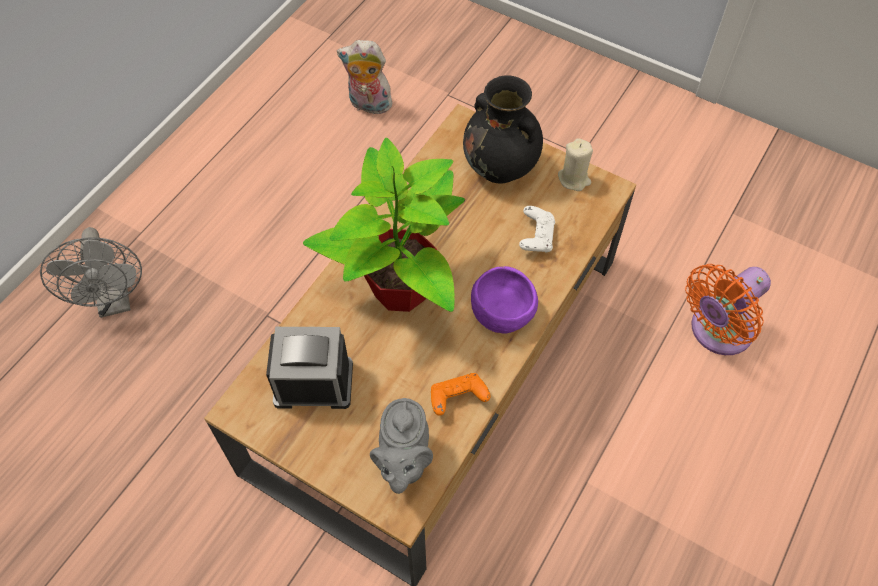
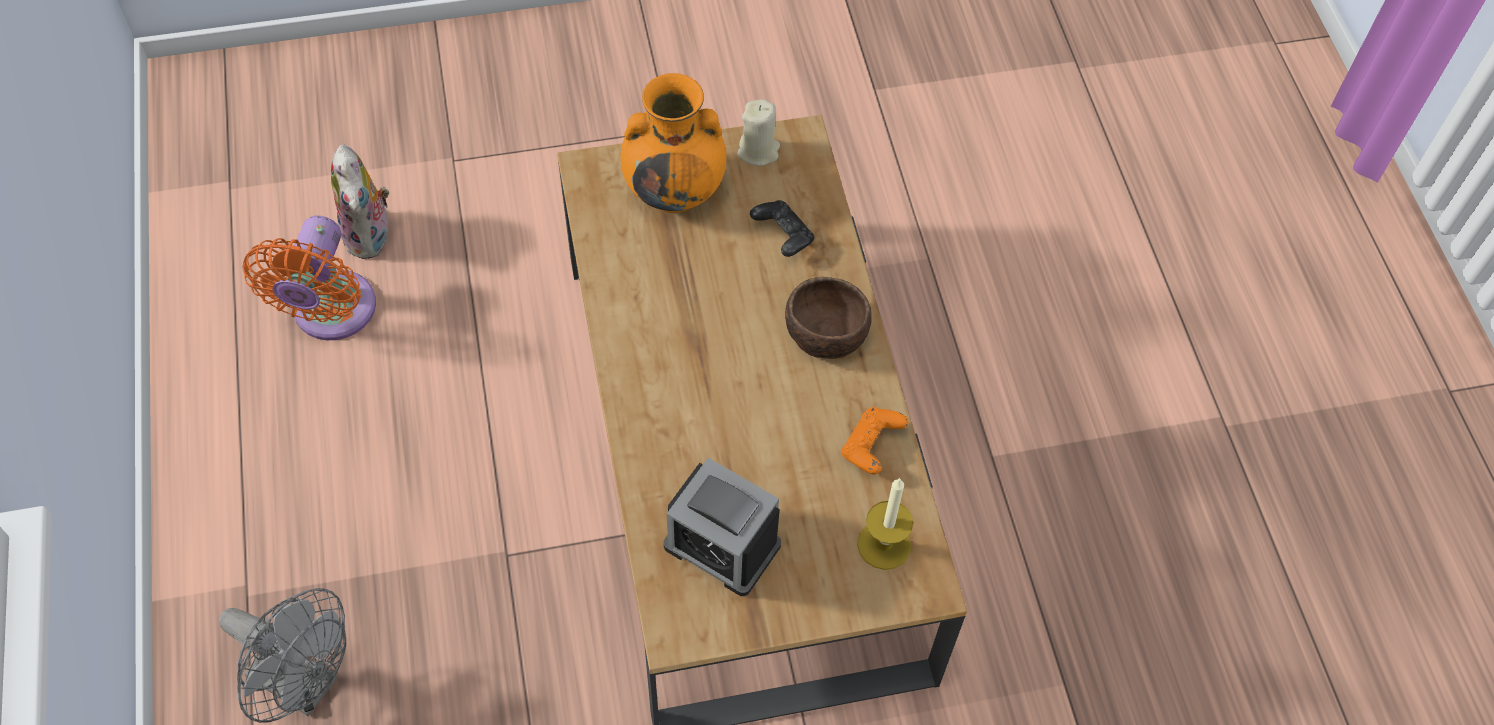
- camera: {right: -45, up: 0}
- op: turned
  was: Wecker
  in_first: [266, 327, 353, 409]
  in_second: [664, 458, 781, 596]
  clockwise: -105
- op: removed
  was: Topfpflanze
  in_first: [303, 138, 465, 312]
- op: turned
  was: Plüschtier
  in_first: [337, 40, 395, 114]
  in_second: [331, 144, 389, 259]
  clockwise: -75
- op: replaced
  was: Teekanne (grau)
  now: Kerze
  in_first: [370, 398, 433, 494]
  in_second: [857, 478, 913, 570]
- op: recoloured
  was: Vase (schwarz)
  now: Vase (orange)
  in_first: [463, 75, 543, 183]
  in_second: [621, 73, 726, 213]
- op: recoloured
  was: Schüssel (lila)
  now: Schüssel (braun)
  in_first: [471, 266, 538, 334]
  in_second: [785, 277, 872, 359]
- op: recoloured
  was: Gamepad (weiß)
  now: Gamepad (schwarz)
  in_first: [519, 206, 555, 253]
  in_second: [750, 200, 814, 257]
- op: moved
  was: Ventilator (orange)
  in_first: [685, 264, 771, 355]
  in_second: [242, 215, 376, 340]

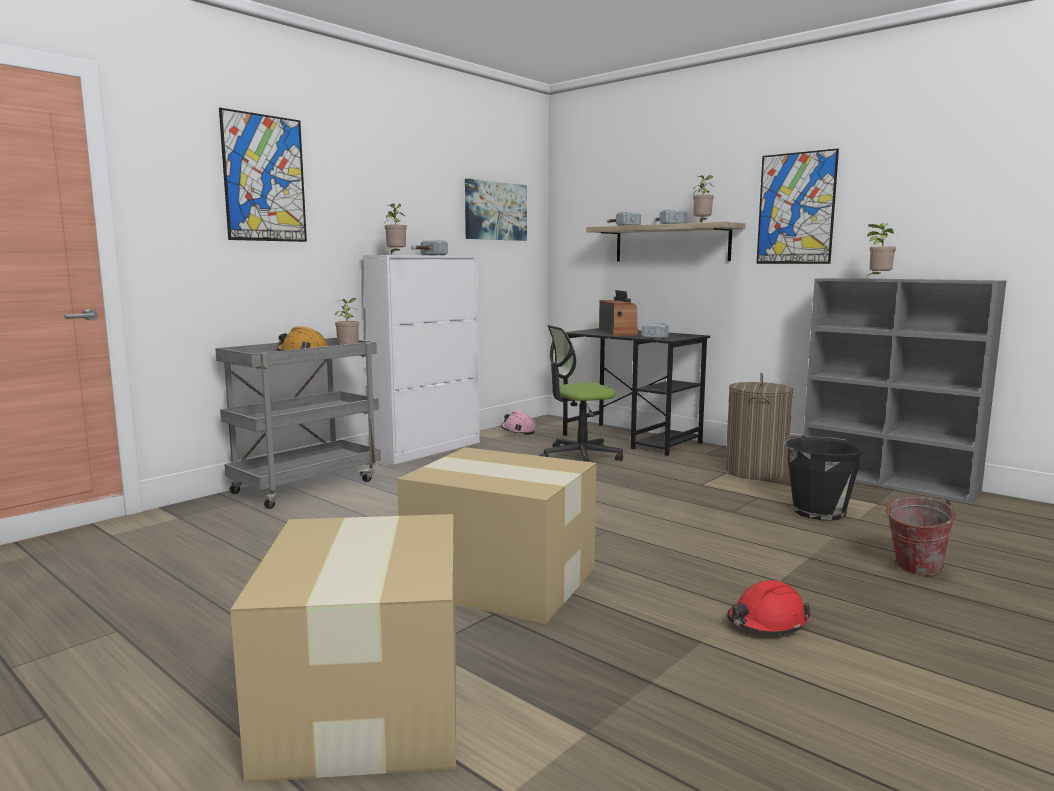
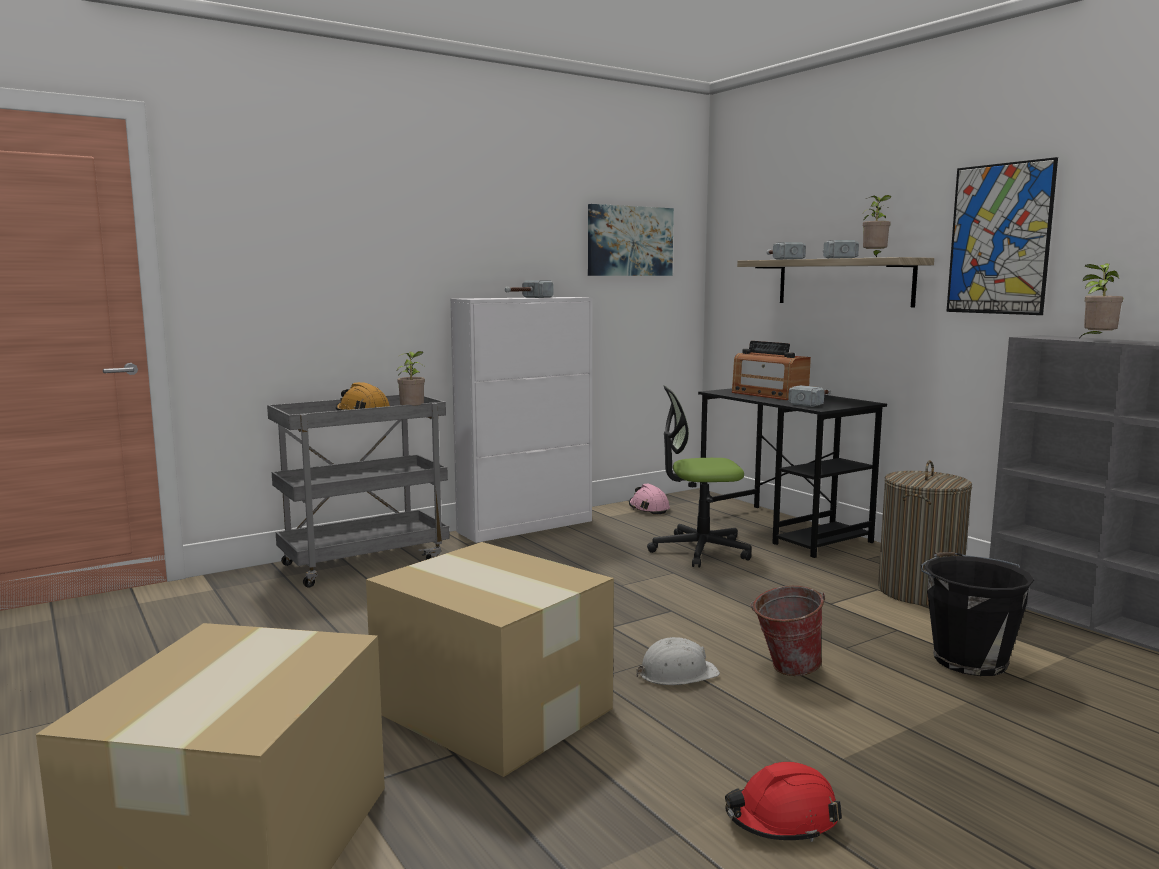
- camera: {right: 15, up: 0}
- op: removed
  was: Bild
  in_first: [219, 108, 307, 242]
- op: removed
  was: Topfpflanze
  in_first: [385, 204, 407, 254]
- op: turned
  was: Radio
  in_first: [599, 290, 639, 336]
  in_second: [732, 341, 811, 400]
  clockwise: 135
- op: moved
  was: Eimer
  in_first: [882, 496, 956, 576]
  in_second: [750, 586, 825, 676]
- op: added
  now: Schutzhelm (weiß)
  in_second: [636, 637, 720, 685]

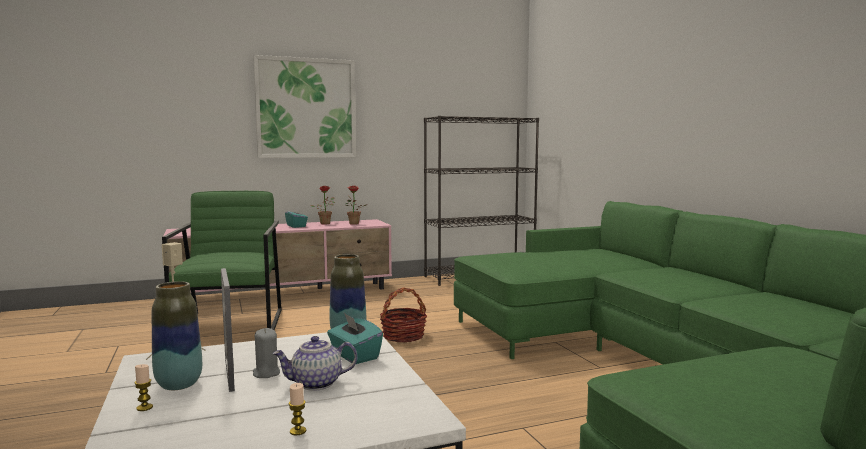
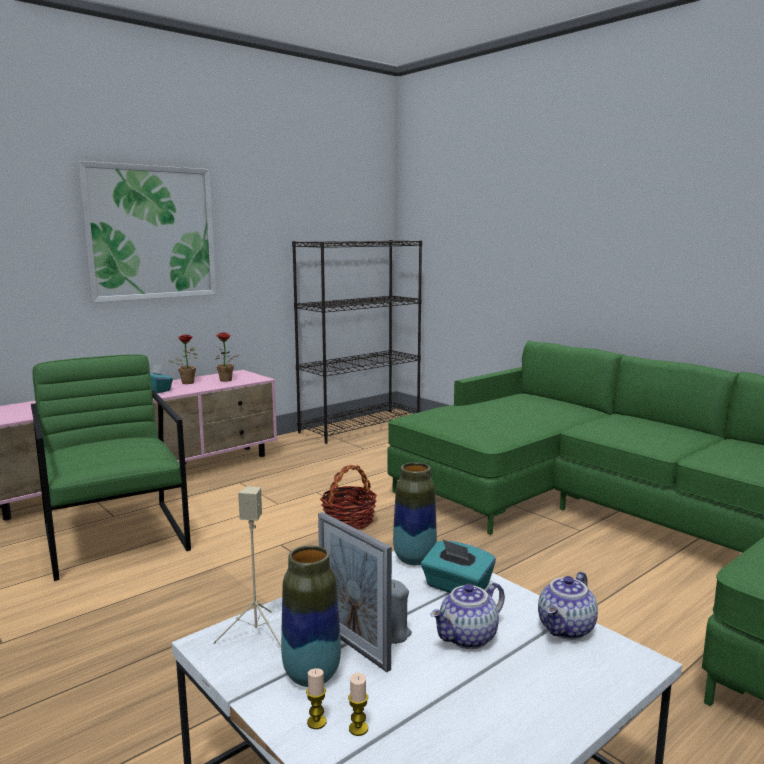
- camera: {right: -20, up: 5}
- op: moved
  was: Kerze
  in_first: [289, 383, 306, 435]
  in_second: [348, 673, 368, 736]
- op: added
  now: Teekanne
  in_second: [538, 571, 598, 640]

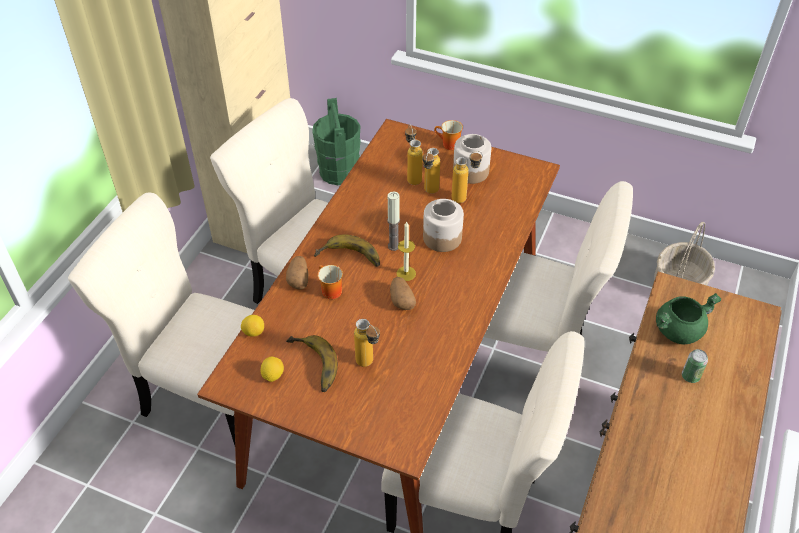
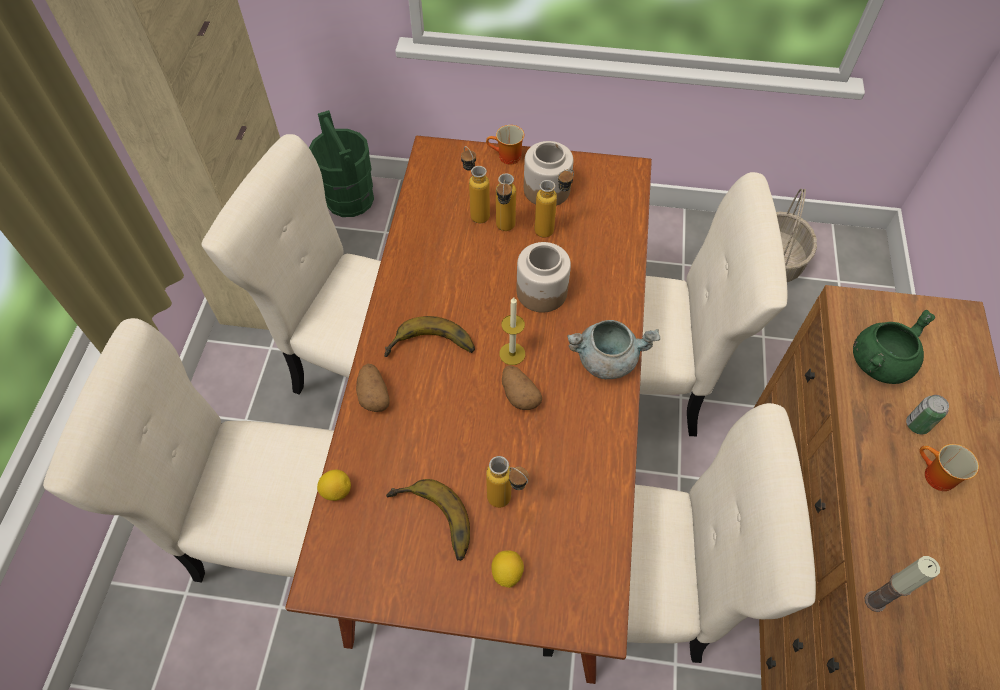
- camera: {right: -15, up: 10}
- op: moved
  was: Zitrone
  in_first: [261, 357, 284, 382]
  in_second: [491, 550, 524, 588]
- op: moved
  was: Henkelbecher
  in_first: [318, 265, 343, 299]
  in_second: [919, 444, 979, 491]
- op: moved
  was: Kerze
  in_first: [387, 191, 400, 251]
  in_second: [865, 556, 940, 612]
- op: added
  now: Kochtopf (grau)
  in_second: [567, 320, 660, 379]

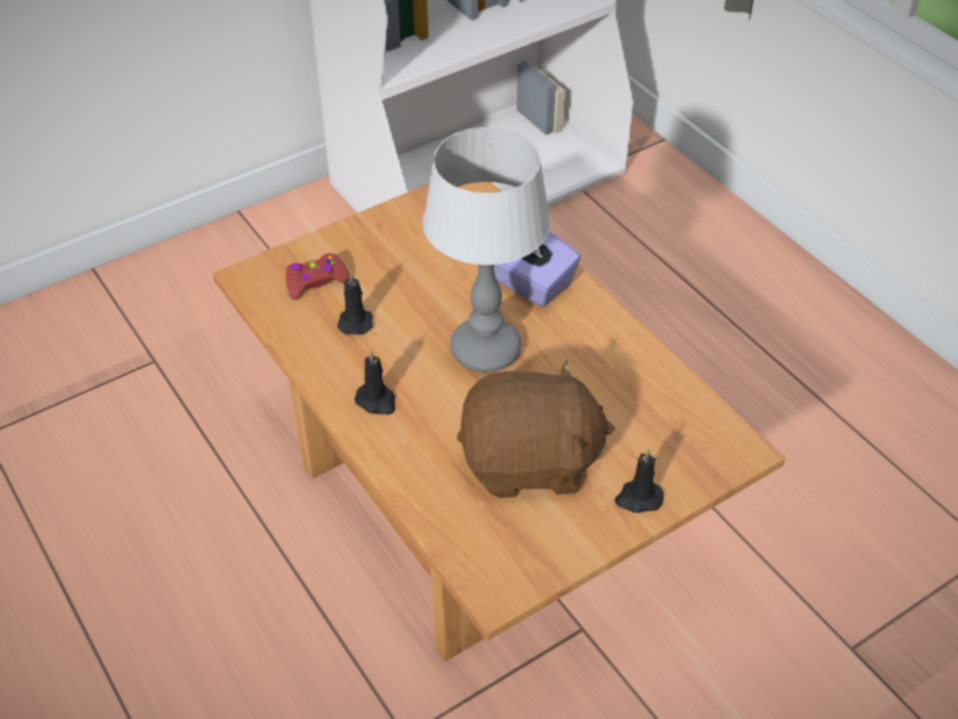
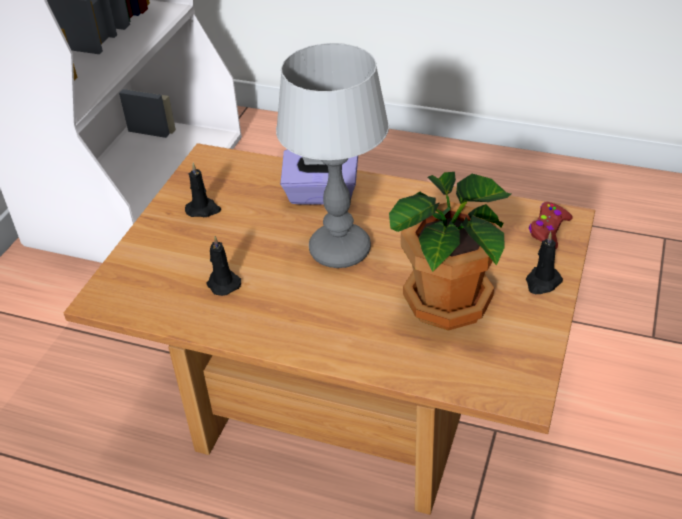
- camera: {right: -35, up: -5}
- op: moved
  was: Gamepad (rot)
  in_first: [286, 253, 350, 300]
  in_second: [529, 202, 573, 250]
- op: moved
  was: Kerze (schwarz)
  in_first: [354, 350, 395, 415]
  in_second: [185, 163, 221, 217]
- op: replaced
  was: Plüschtier (braun)
  now: Topfpflanze
  in_first: [457, 360, 615, 498]
  in_second: [389, 172, 511, 331]

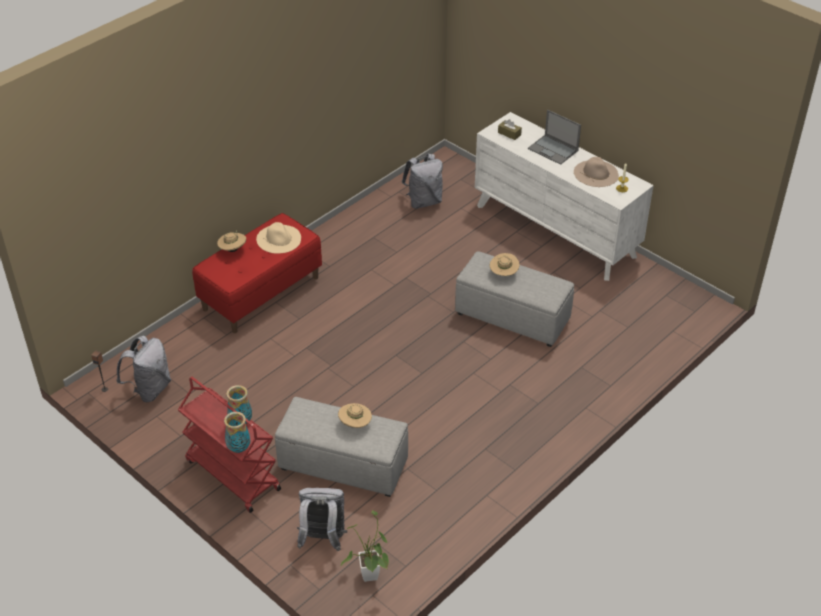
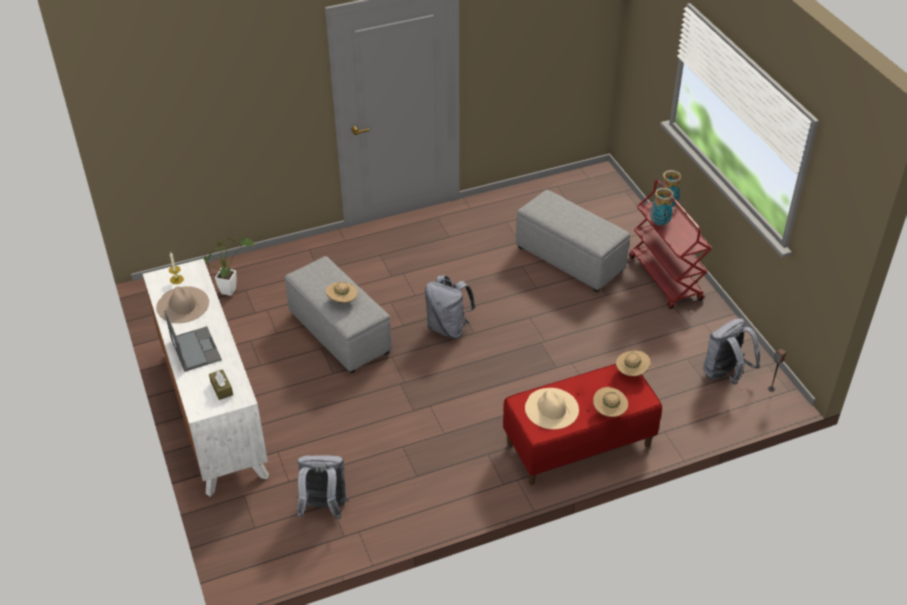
- camera: {right: -155, up: 0}
- op: moved
  was: Rucksack (grau)
  in_first: [296, 488, 347, 551]
  in_second: [425, 275, 476, 339]
- op: moved
  was: Hut (beige)
  in_first: [338, 403, 372, 428]
  in_second: [616, 350, 650, 376]
- op: moved
  was: Topfpflanze
  in_first: [341, 510, 389, 582]
  in_second: [203, 237, 254, 296]

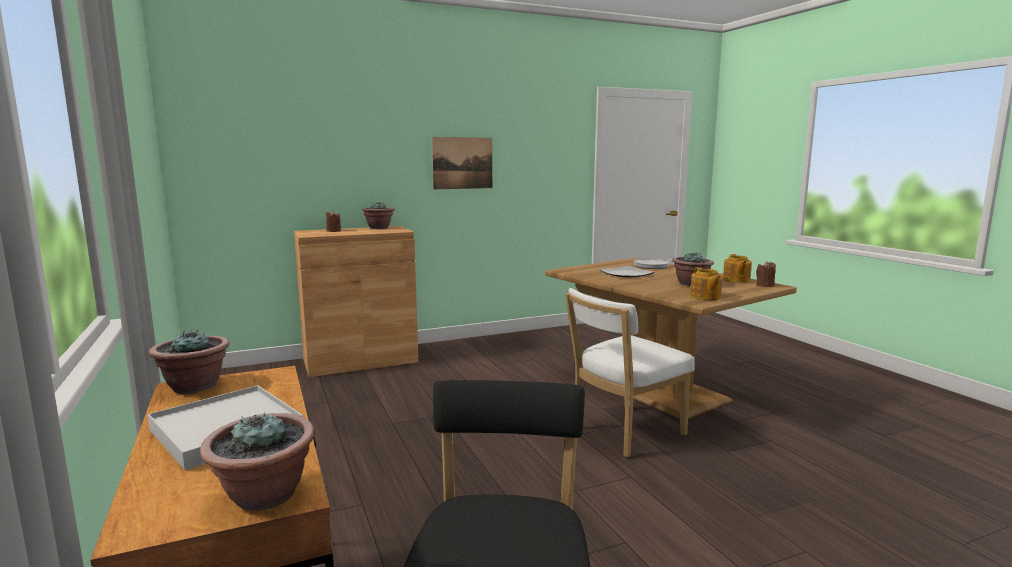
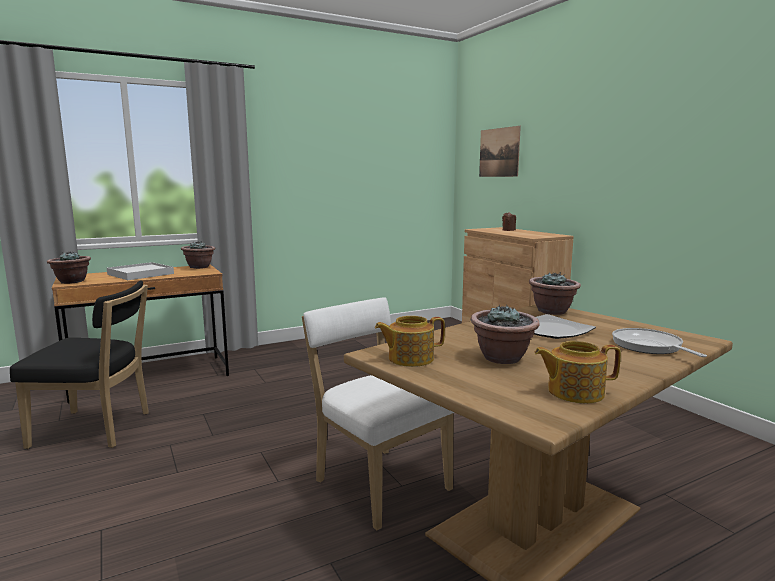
- camera: {right: 85, up: 0}
- op: moved
  was: Topfpflanze
  in_first: [362, 202, 395, 229]
  in_second: [529, 272, 581, 315]
- op: moved
  was: Bild
  in_first: [432, 137, 492, 189]
  in_second: [479, 126, 521, 177]
- op: removed
  was: Kerze (braun)
  in_first: [756, 261, 776, 287]

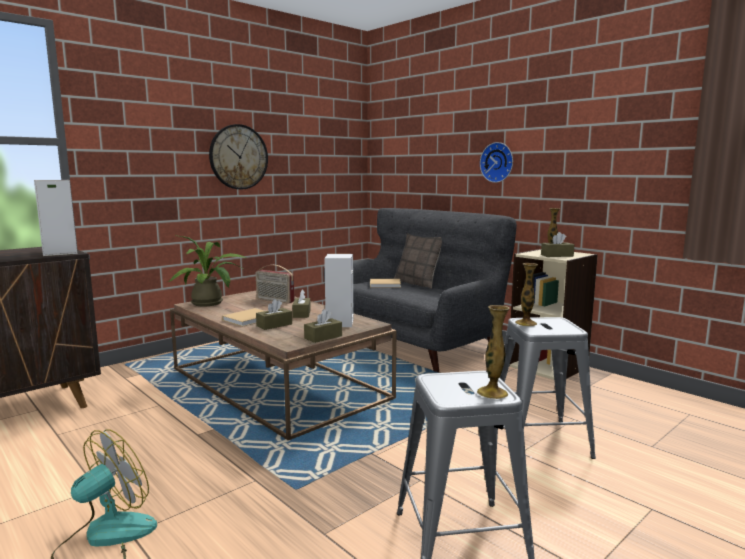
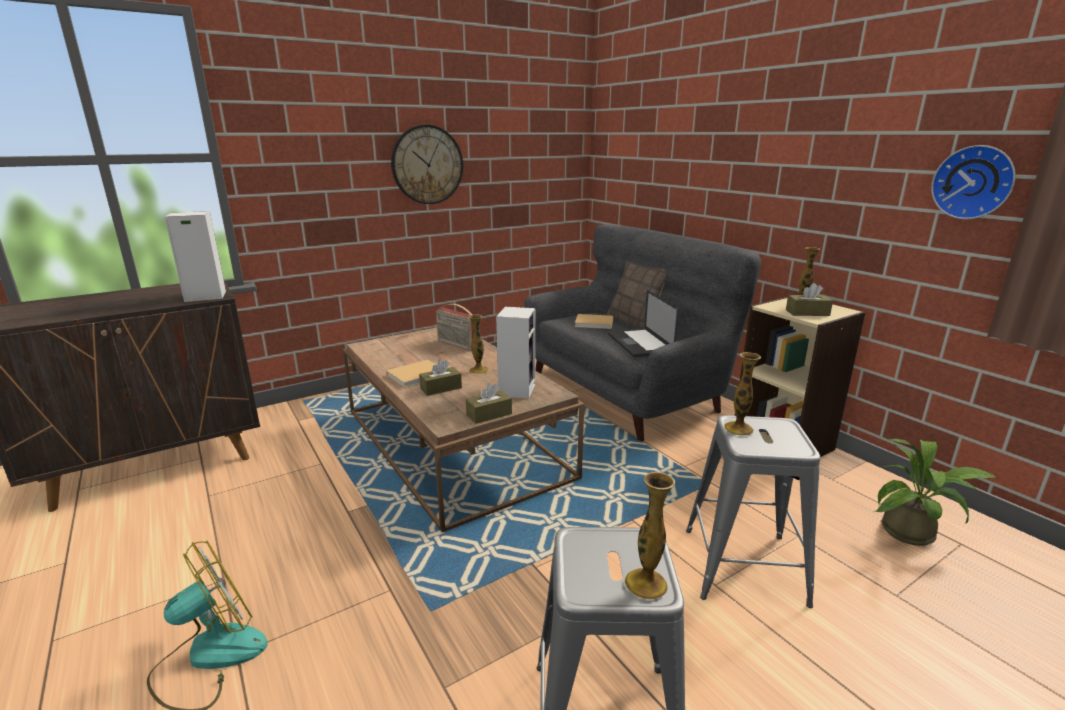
- camera: {right: 10, up: 10}
- op: moved
  was: Topfpflanze
  in_first: [168, 236, 246, 306]
  in_second: [875, 438, 998, 546]
- op: replaced
  was: Taschentuchbox (braun)
  now: Vase
  in_first: [292, 289, 311, 318]
  in_second: [469, 314, 489, 374]
- op: moved
  was: Wanduhr
  in_first: [480, 142, 513, 183]
  in_second: [931, 145, 1016, 219]
- op: added
  now: Laptop
  in_second: [608, 290, 679, 357]

